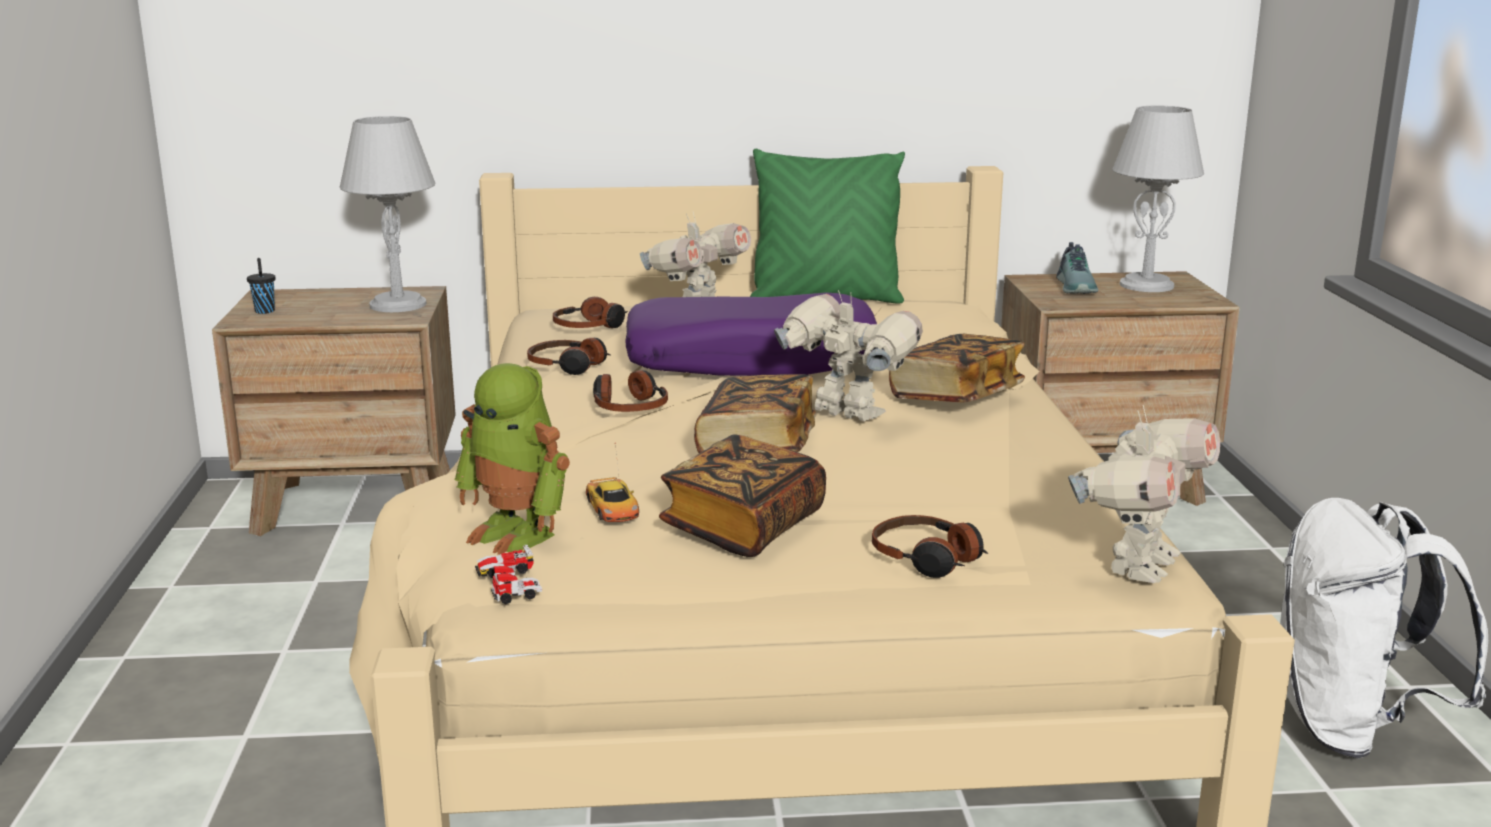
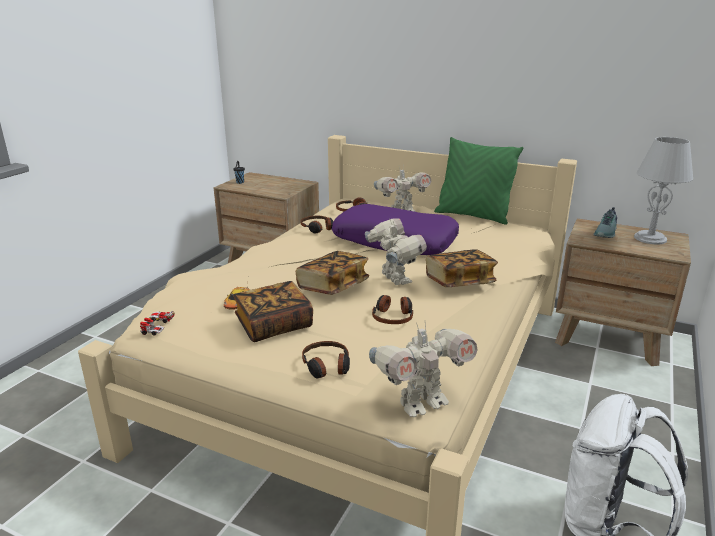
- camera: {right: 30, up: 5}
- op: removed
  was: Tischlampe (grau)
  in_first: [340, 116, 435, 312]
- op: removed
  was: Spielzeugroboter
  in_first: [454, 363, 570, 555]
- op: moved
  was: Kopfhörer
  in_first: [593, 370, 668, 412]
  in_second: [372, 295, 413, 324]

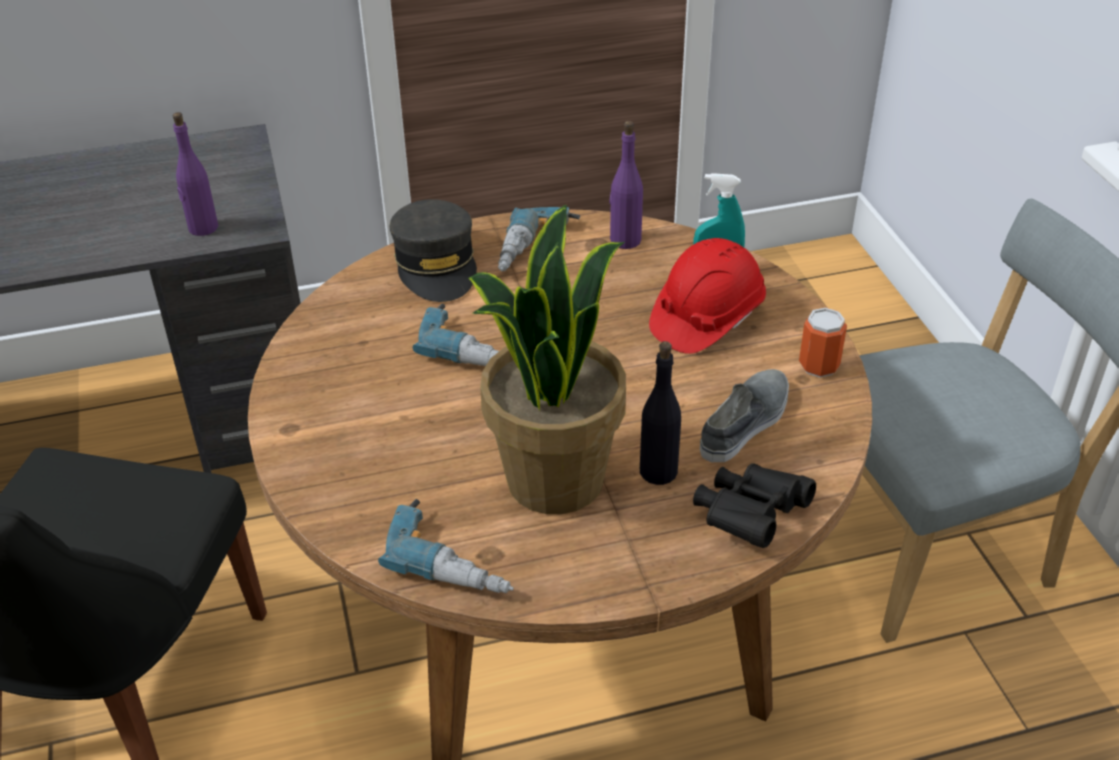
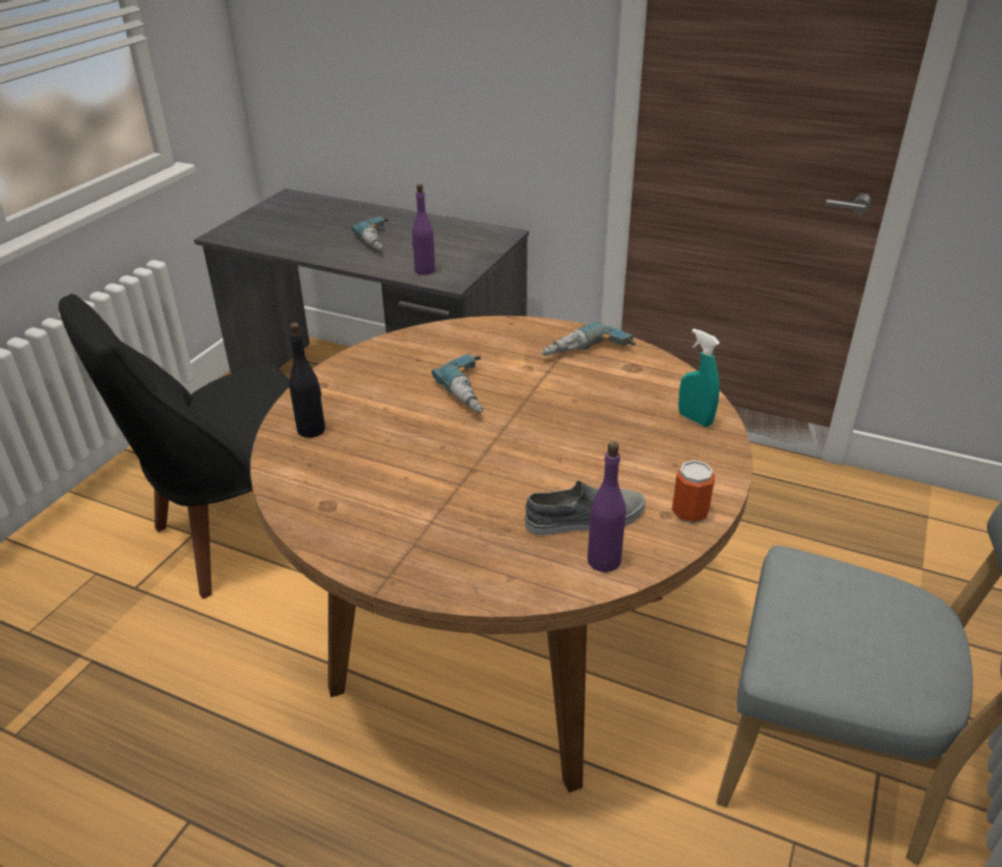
- camera: {right: 40, up: -5}
- op: moved
  was: Bohrmaschine
  in_first: [378, 499, 514, 593]
  in_second: [351, 217, 389, 251]
- op: removed
  was: Kappe (grau)
  in_first: [390, 199, 477, 302]
- op: removed
  was: Topfpflanze
  in_first: [468, 205, 626, 514]
- op: moved
  was: Flasche (lila)
  in_first: [610, 121, 643, 249]
  in_second: [587, 441, 626, 572]
- op: moved
  was: Flasche (schwarz)
  in_first: [640, 341, 681, 485]
  in_second: [289, 323, 325, 438]
- op: removed
  was: Schutzhelm (rot)
  in_first: [649, 238, 766, 354]
- op: removed
  was: Fernglas (schwarz)
  in_first: [693, 464, 816, 548]

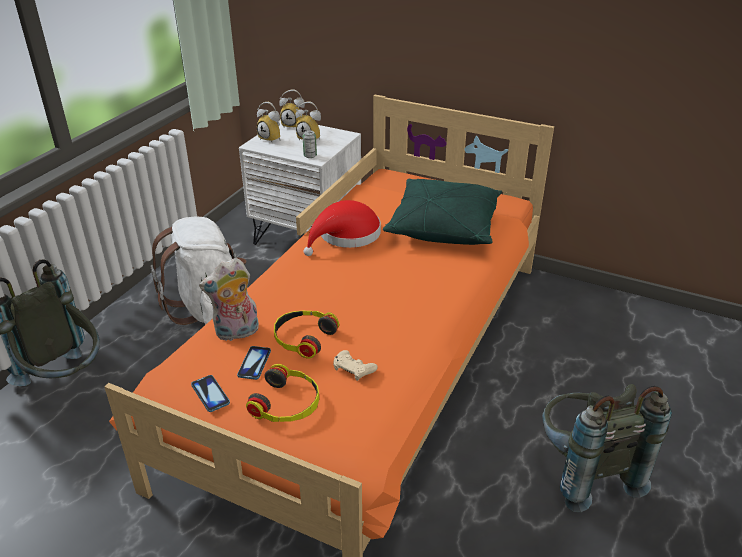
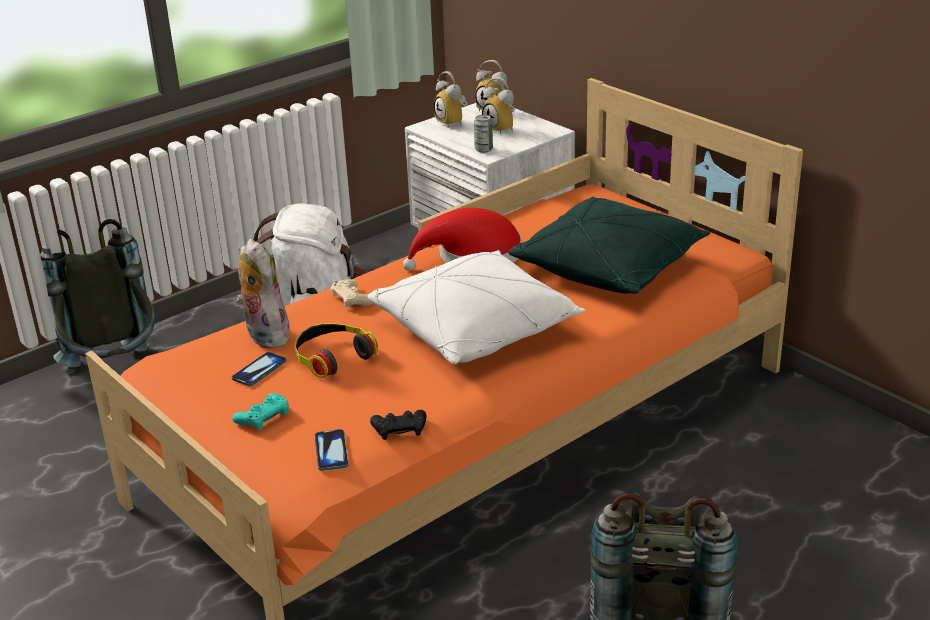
- camera: {right: 25, up: -5}
- op: moved
  was: Handy
  in_first: [191, 375, 230, 412]
  in_second: [315, 429, 349, 471]
- op: turned
  was: Plüschtier
  in_first: [199, 258, 259, 342]
  in_second: [236, 239, 290, 349]
  clockwise: 60
- op: replaced
  was: Kopfhörer
  now: Gamepad (türkis)
  in_first: [246, 364, 319, 422]
  in_second: [232, 393, 289, 430]
- op: moved
  was: Gamepad (beige)
  in_first: [333, 350, 378, 381]
  in_second: [331, 279, 373, 308]
- op: added
  now: Kissen (weiß)
  in_second: [367, 250, 585, 364]
- op: added
  now: Gamepad (schwarz)
  in_second: [370, 410, 427, 440]

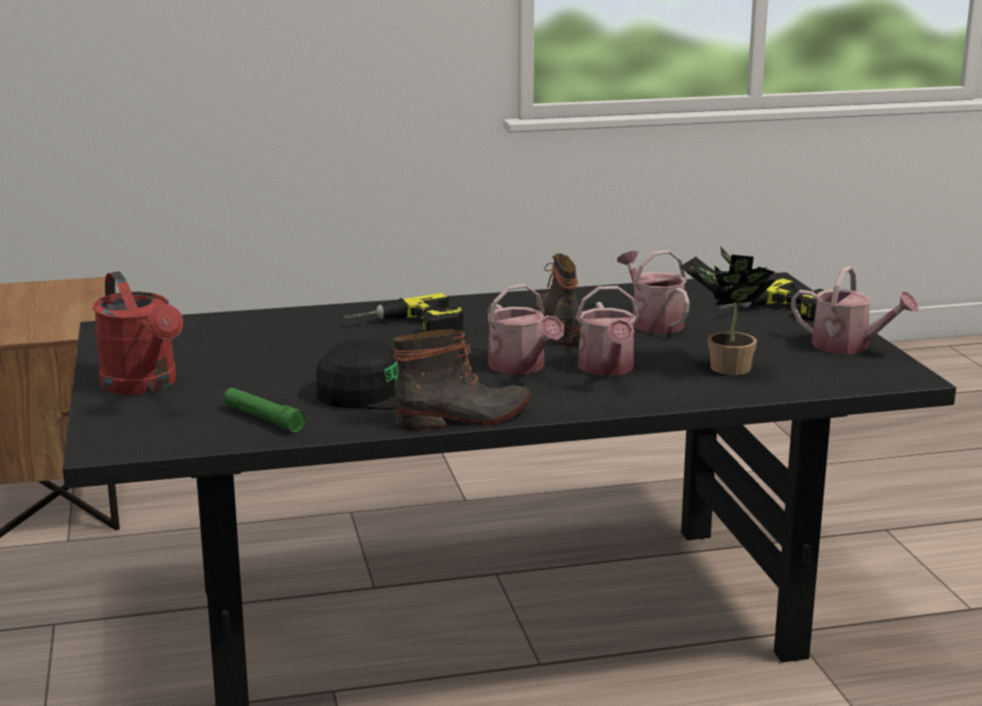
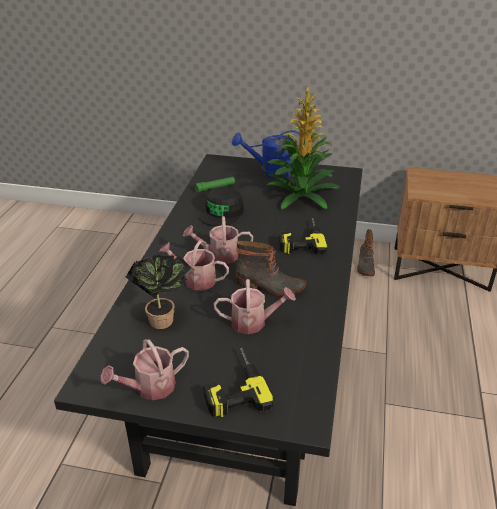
- camera: {right: 115, up: 15}
- op: recoloured
  was: Gießkanne (rot)
  now: Gießkanne (blau)
  in_first: [92, 271, 183, 395]
  in_second: [232, 130, 299, 179]
- op: moved
  was: Stiefel
  in_first: [393, 329, 530, 430]
  in_second: [357, 229, 376, 276]
- op: added
  now: Topfpflanze
  in_second: [267, 86, 340, 209]

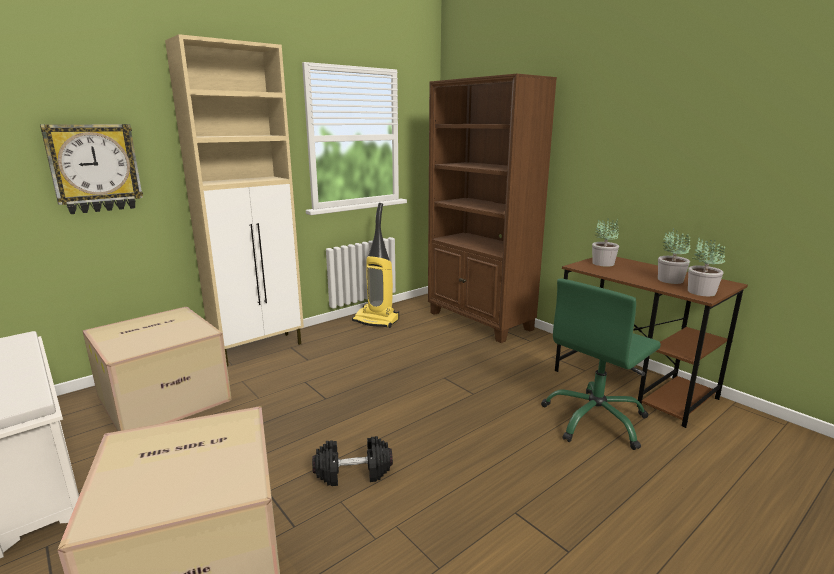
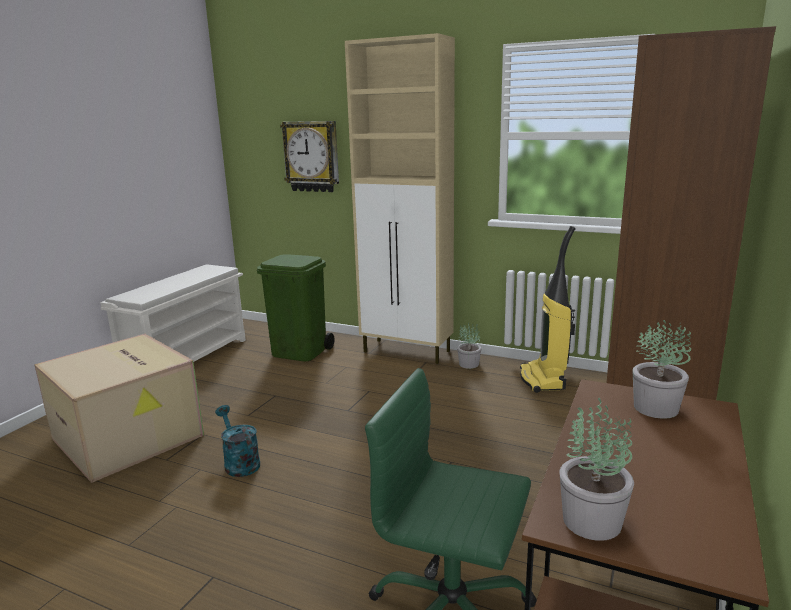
- camera: {right: 65, up: 0}
- op: replaced
  was: Karton
  now: Mülleimer (grün)
  in_first: [82, 306, 232, 431]
  in_second: [257, 254, 334, 361]
- op: replaced
  was: Hantel (schwarz)
  now: Gießkanne (türkis)
  in_first: [312, 436, 393, 486]
  in_second: [215, 405, 260, 477]
- op: moved
  was: Topfpflanze
  in_first: [658, 228, 690, 284]
  in_second: [457, 322, 482, 369]

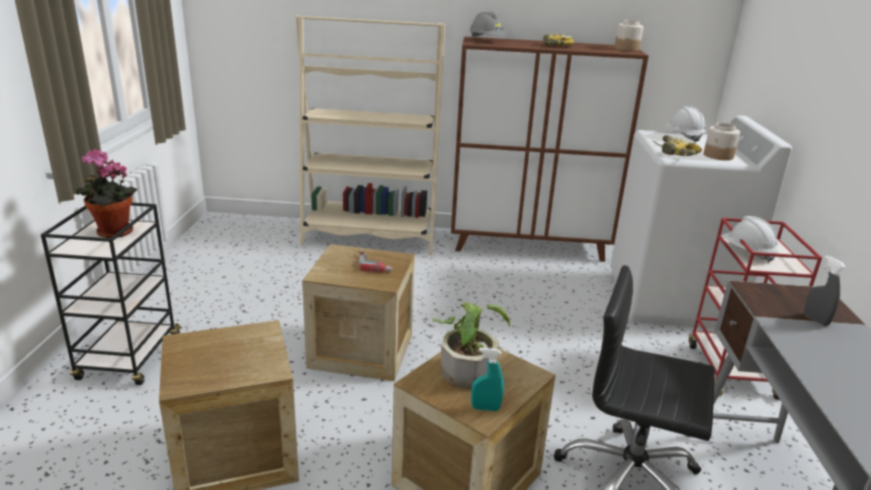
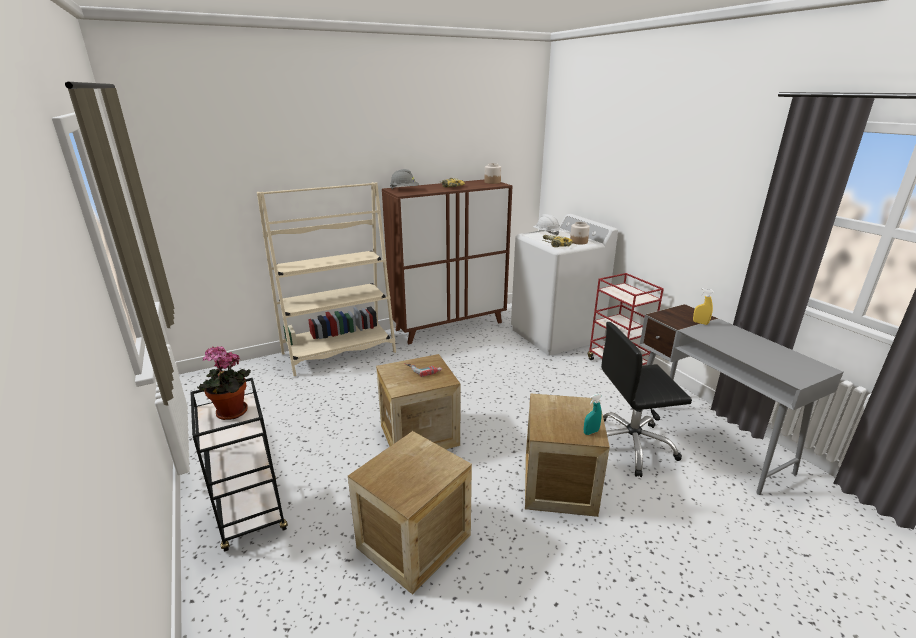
- camera: {right: -30, up: 0}
- op: removed
  was: Topfpflanze
  in_first: [433, 303, 510, 390]
- op: removed
  was: Schutzhelm (weiß)
  in_first: [722, 216, 778, 263]
- op: recoloured
  was: Sprühflasche (grau)
  now: Sprühflasche (gelb)
  in_first: [804, 255, 846, 326]
  in_second: [693, 288, 714, 325]

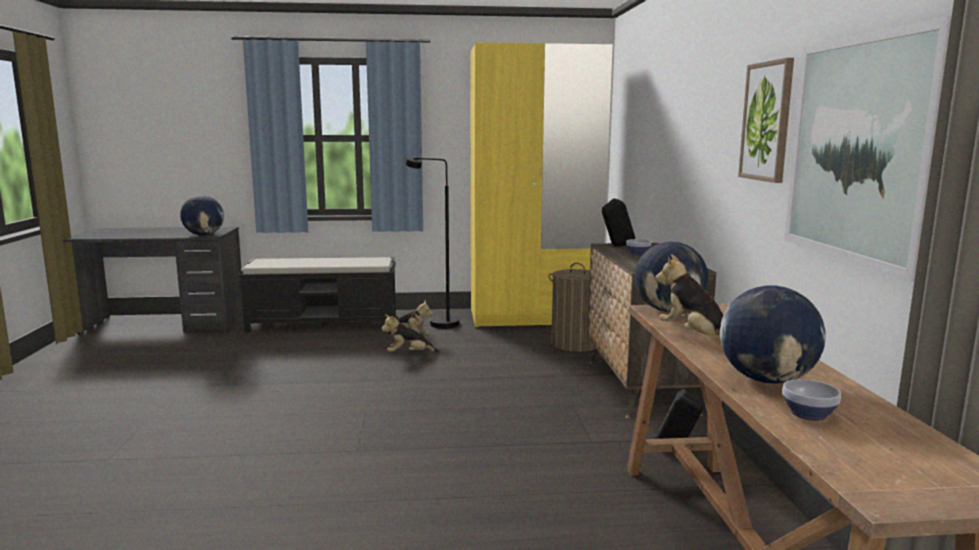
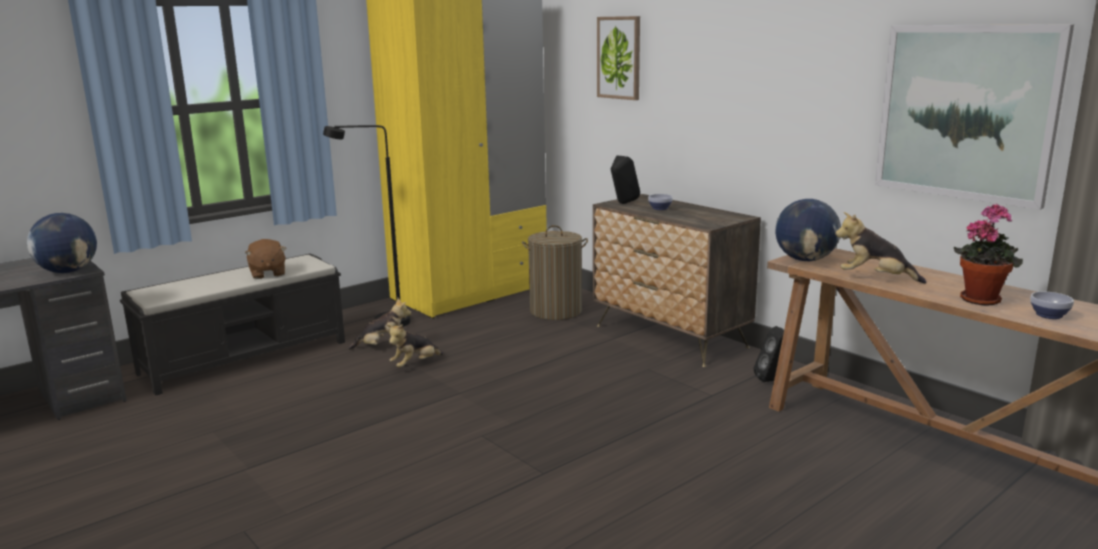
- camera: {right: -35, up: 5}
- op: replaced
  was: Globus
  now: Topfpflanze
  in_first: [720, 286, 825, 384]
  in_second: [954, 204, 1023, 306]
- op: moved
  was: Bild
  in_first: [738, 58, 794, 183]
  in_second: [597, 16, 640, 100]
- op: added
  now: Plüschtier (braun)
  in_second: [245, 239, 287, 279]

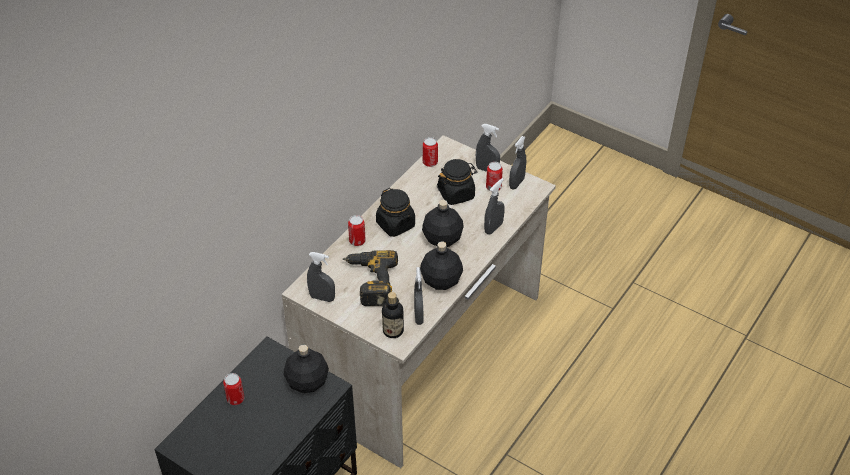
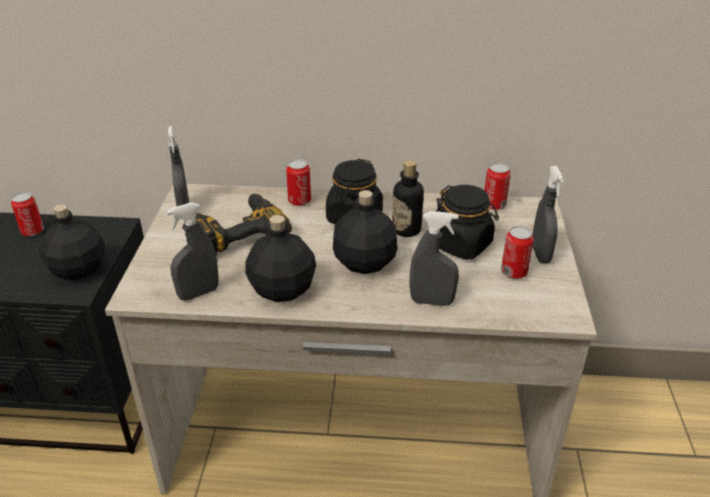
- camera: {right: 60, up: -10}
- op: moved
  was: Flasche
  in_first: [382, 292, 404, 338]
  in_second: [392, 160, 424, 237]
- op: removed
  was: Sprühflasche (grau)
  in_first: [509, 136, 526, 189]

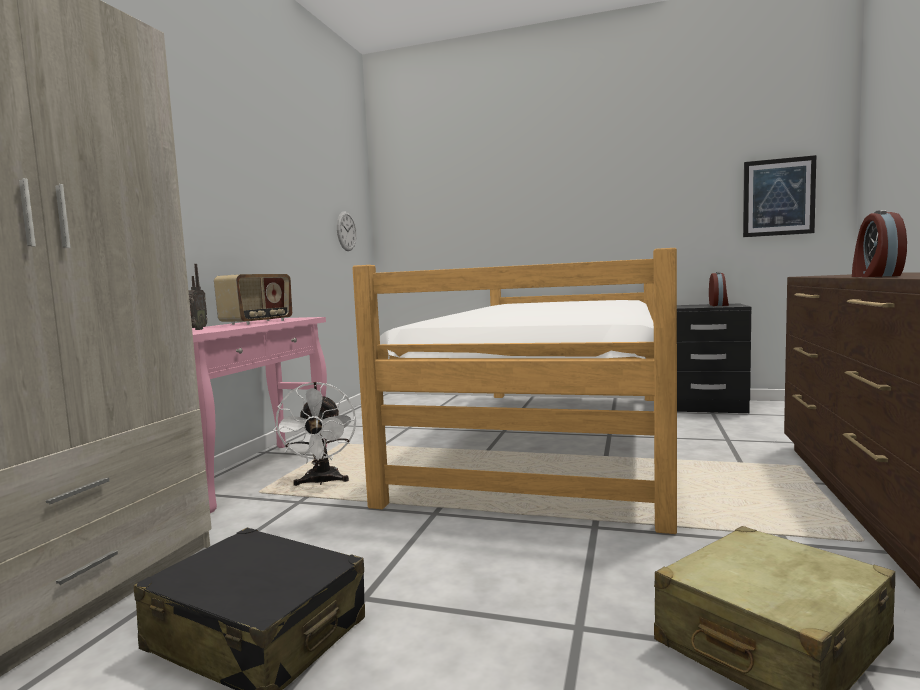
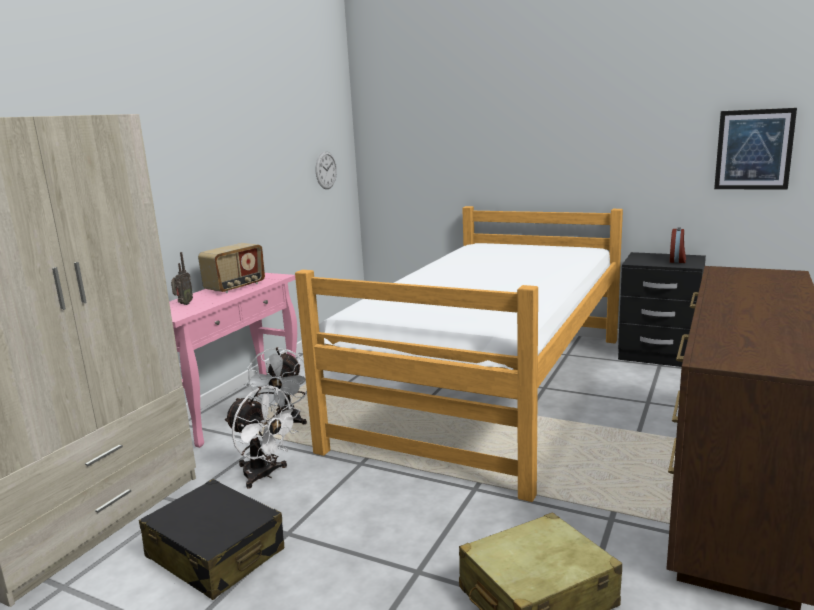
- camera: {right: 10, up: 10}
- op: removed
  was: Wecker
  in_first: [852, 210, 907, 277]
- op: added
  now: Ventilator (weiß)
  in_second: [224, 386, 300, 489]

